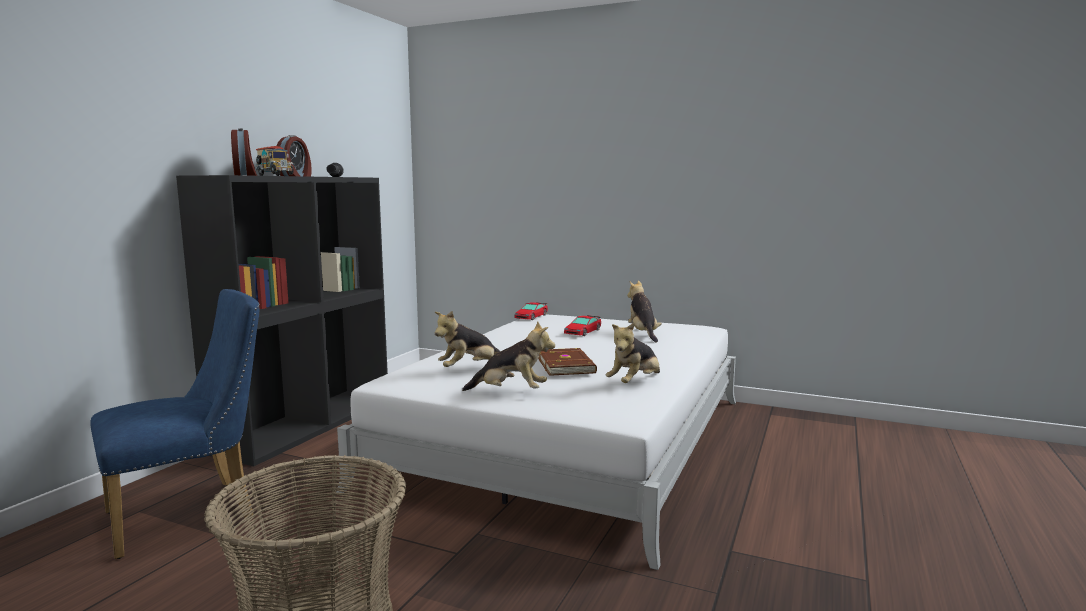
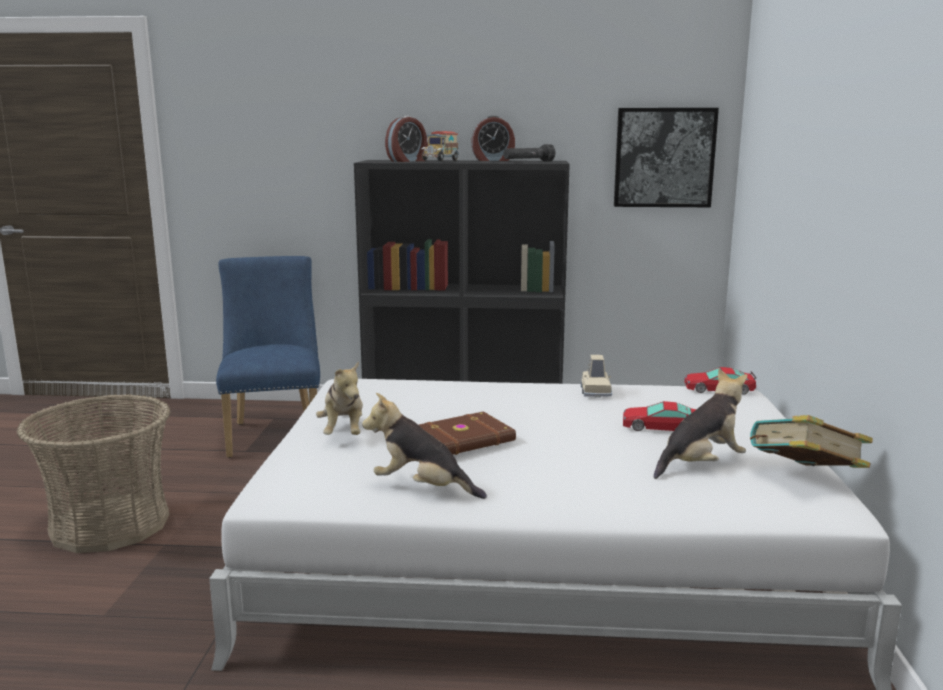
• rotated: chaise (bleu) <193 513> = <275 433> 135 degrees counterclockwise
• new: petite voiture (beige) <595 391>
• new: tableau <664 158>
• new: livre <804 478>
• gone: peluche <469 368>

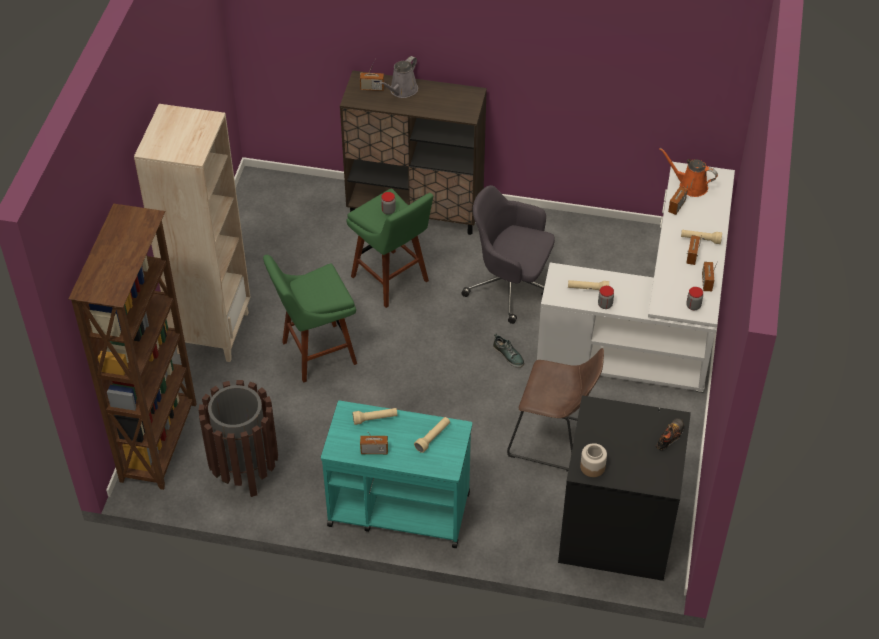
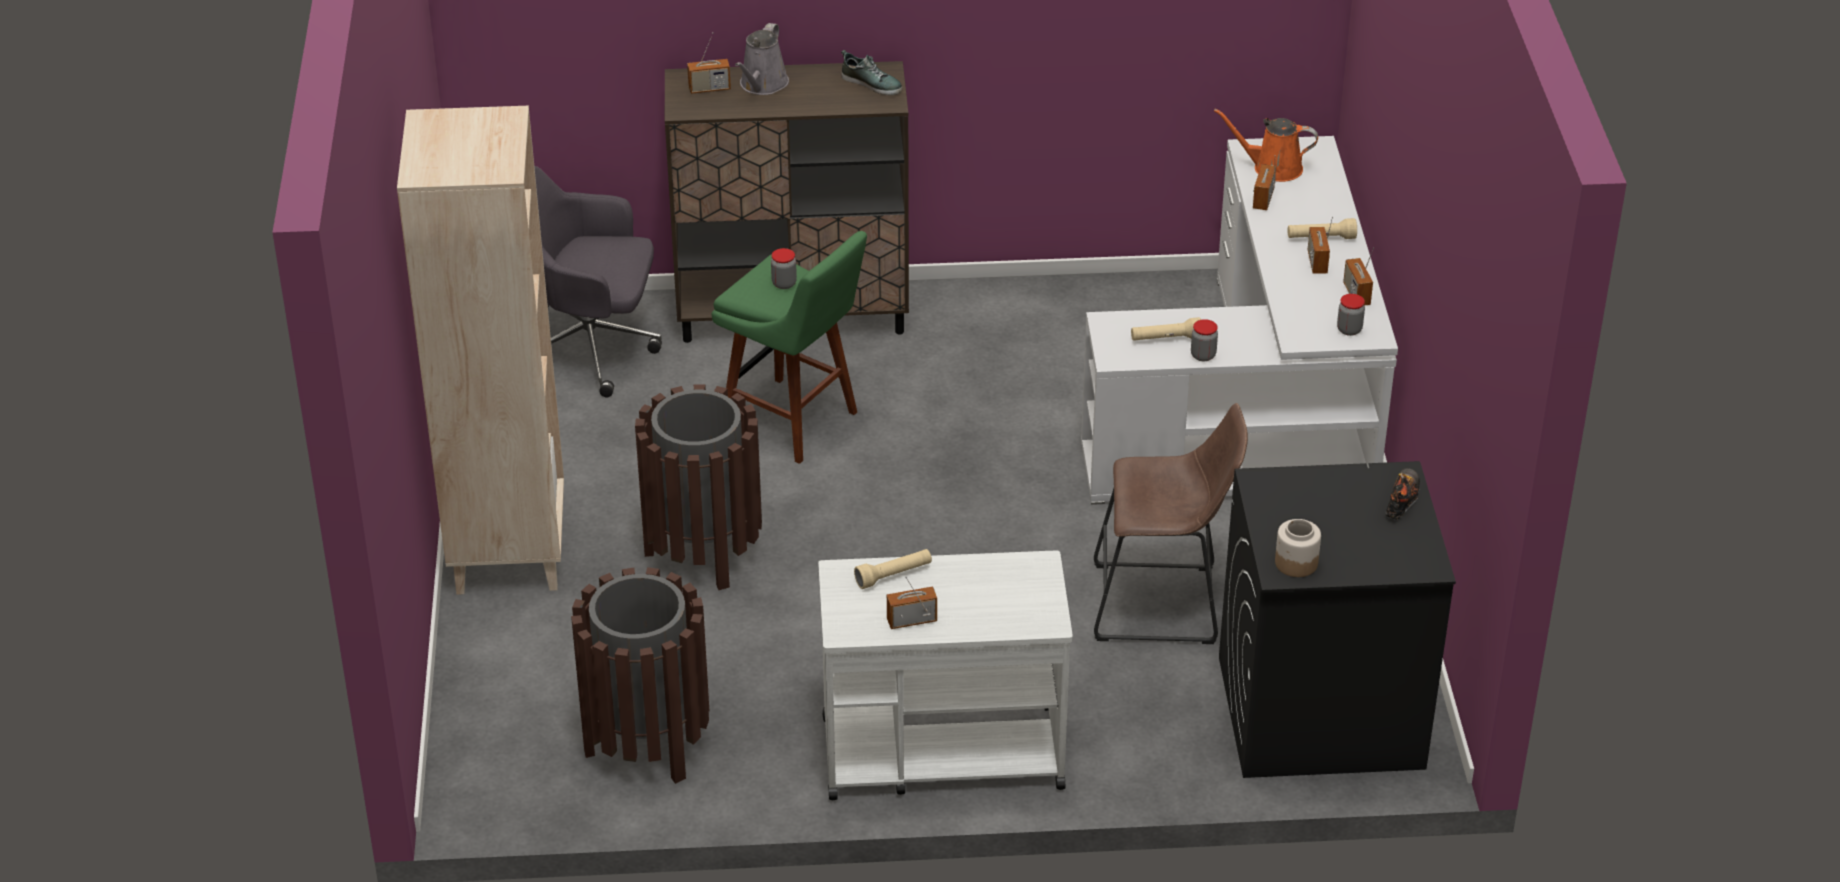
• shifted: chaise de bureau (gris) <510 287> to <592 347>
• swapped: tabouret (vert) <315 354> to poubelle (marron) <703 552>
• repainted: chariot (turquoise) <398 508> to chariot (blanc) <940 752>
• shifted: chaussure <508 355> to <872 83>
• gone: bibliothèque (marron) <160 441>
• gone: lampe de poche (beige) <433 437>

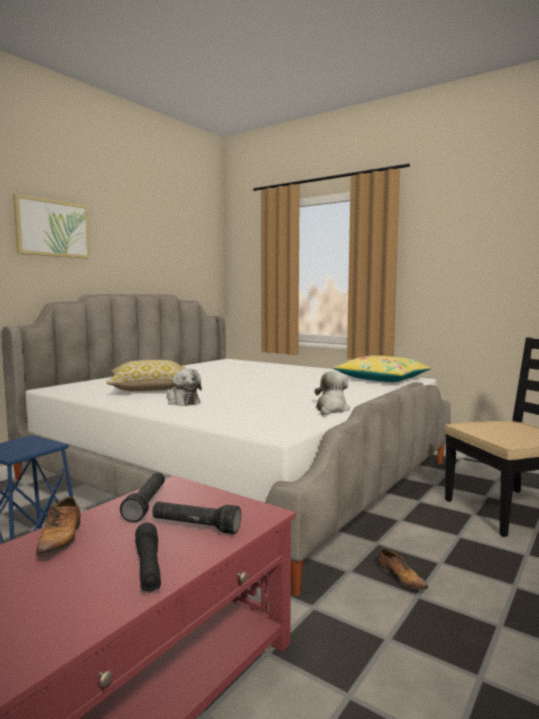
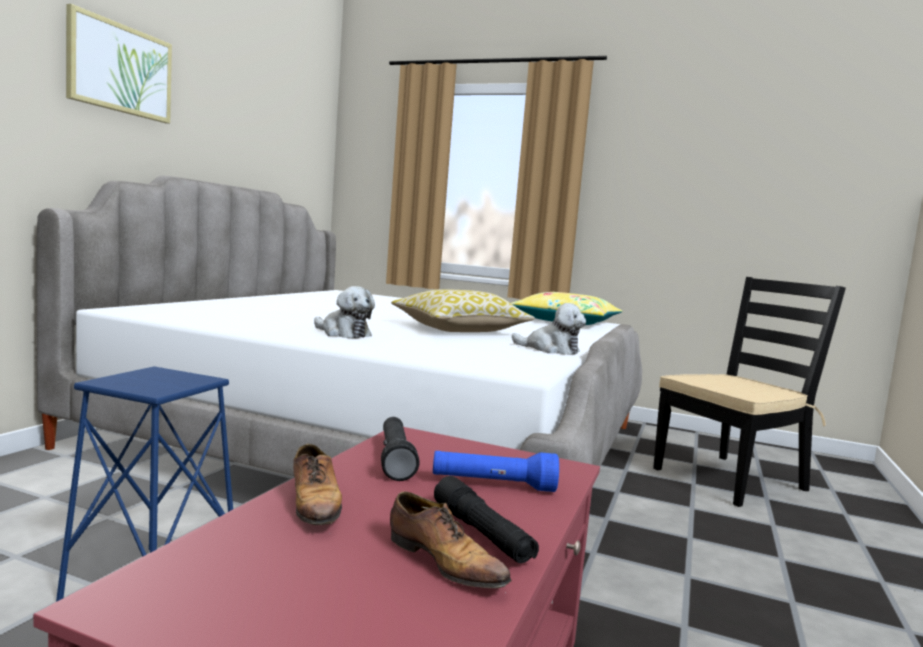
• shifted: chaussure <401 578> to <444 562>
• shifted: coussin <150 389> to <459 330>
• repainted: lampe de poche (noir) <195 527> to lampe de poche (bleu) <493 485>
• rotated: peluche <331 409> = <551 350> 105 degrees clockwise

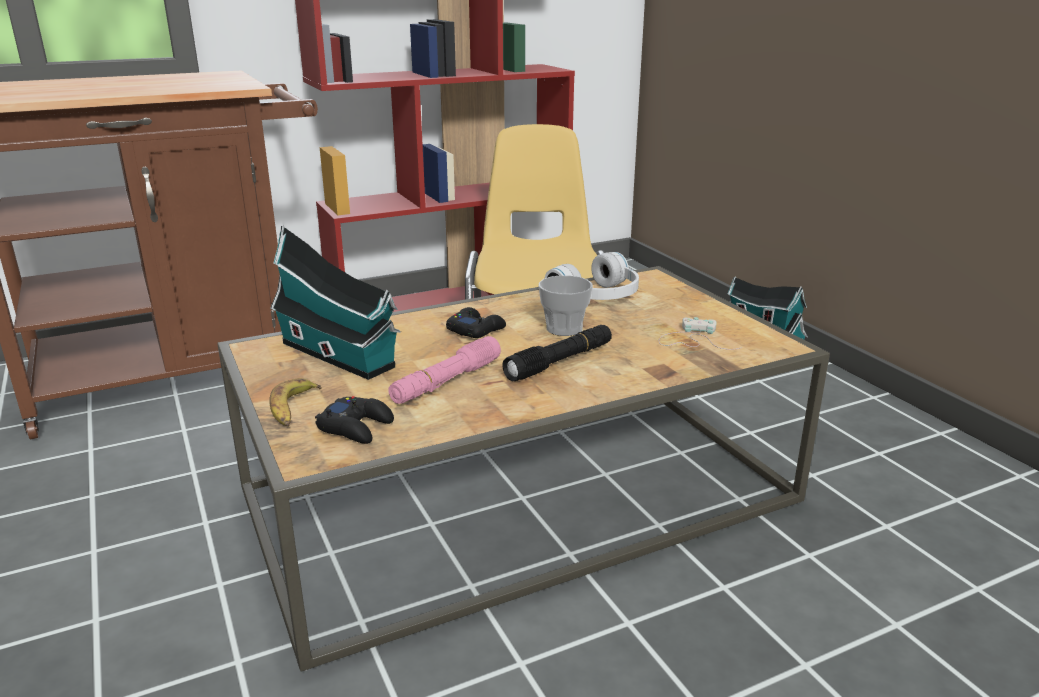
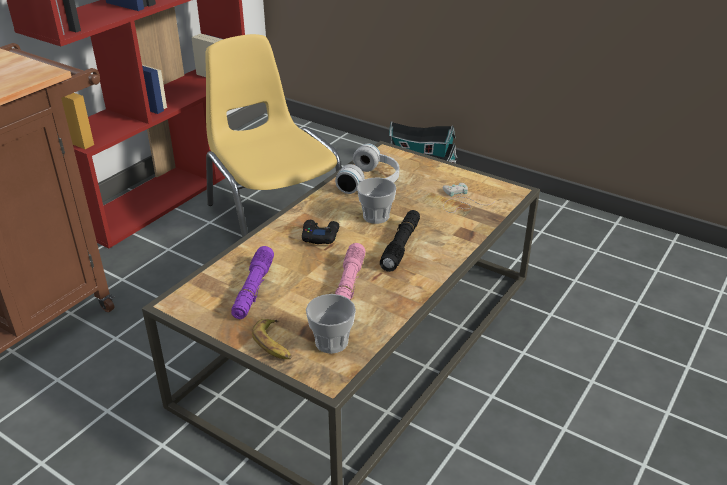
• swapped: maison miniature <341 356> to lampe de poche (violet) <253 289>
• swapped: manette (noir) <356 427> to tasse <331 342>

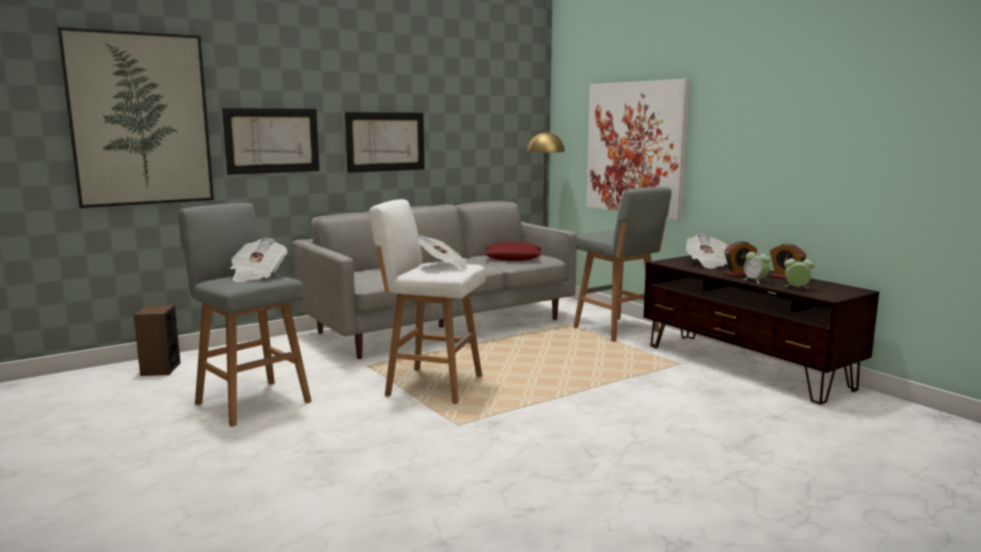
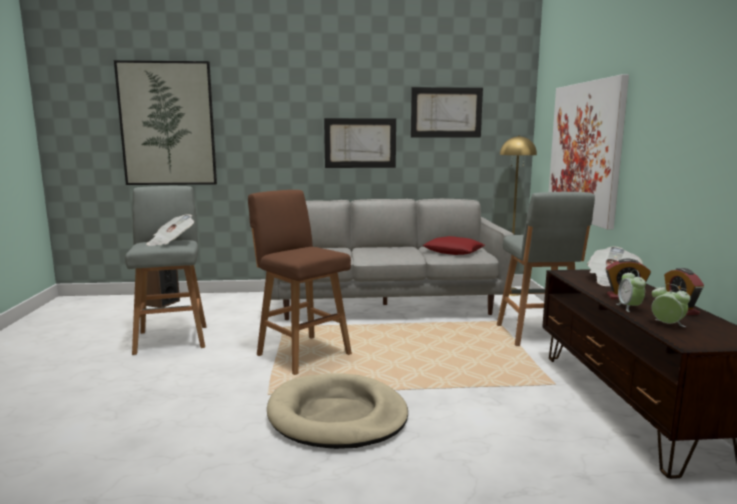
• repainted: tabouret (blanc) <431 385> to tabouret (marron) <302 353>
• new: panier pour chien (beige) <337 416>
• shifted: tableau <272 140> to <446 112>
• gone: journal <443 266>

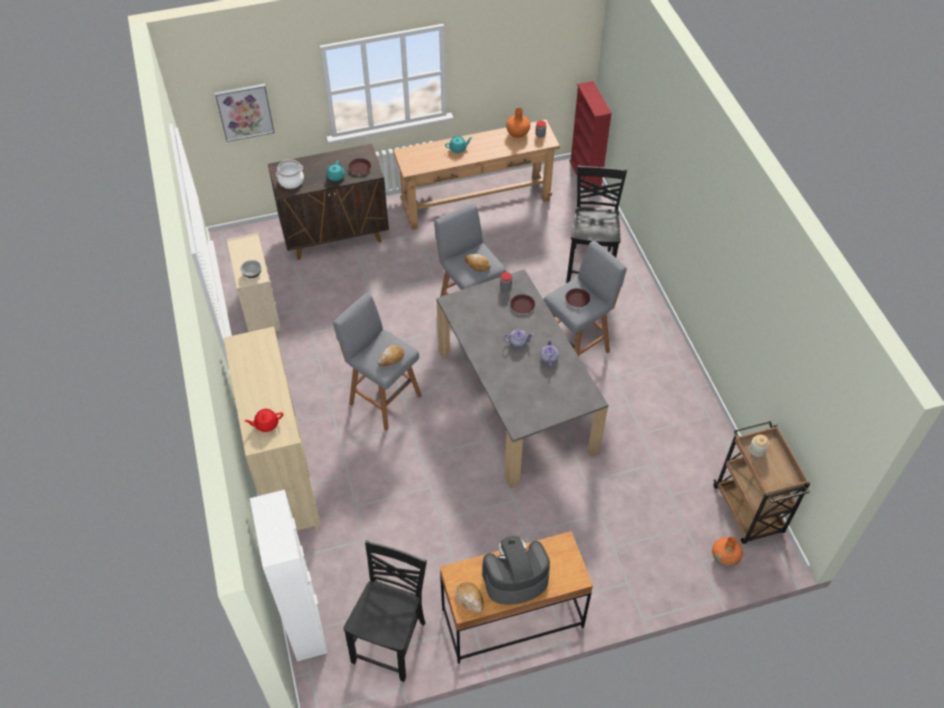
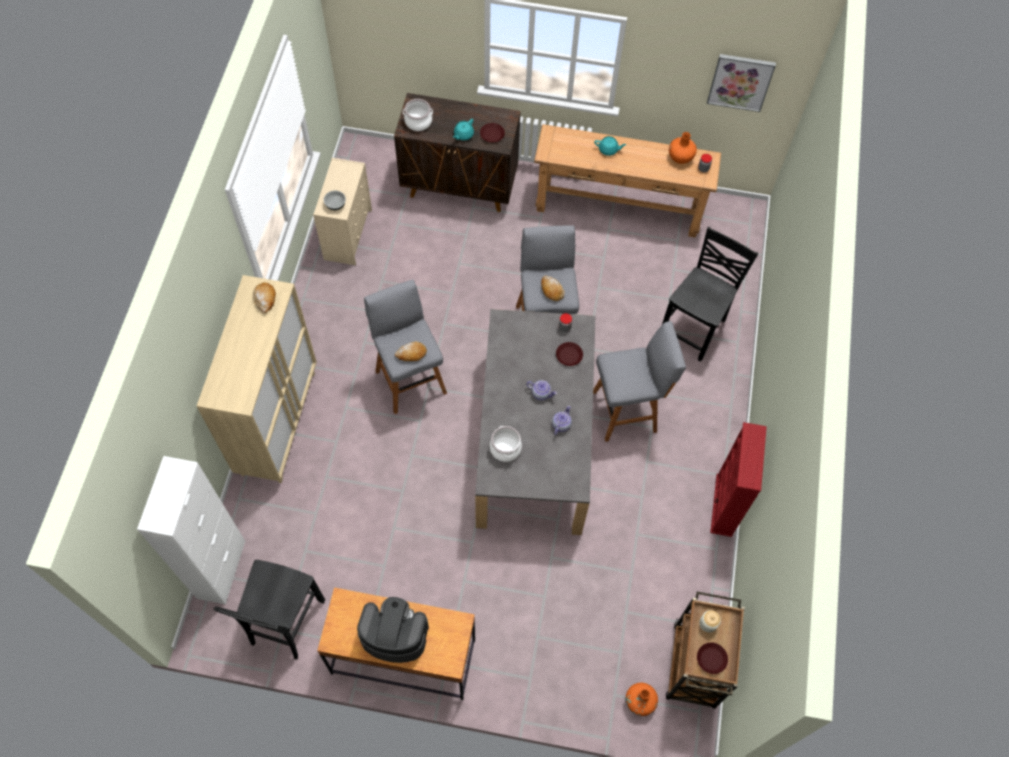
• rotated: chaise (noir) <391 642> = <285 623> 150 degrees clockwise
• shifted: pain <470 599> to <265 299>
• new: marmite <505 448>
• shifted: assiette (marron) <577 299> to <711 659>
• shifted: tableau <245 111> to <740 82>
• shifted: bibliothèque (rouge) <585 175> to <724 505>
• gone: théière (rouge) <266 424>

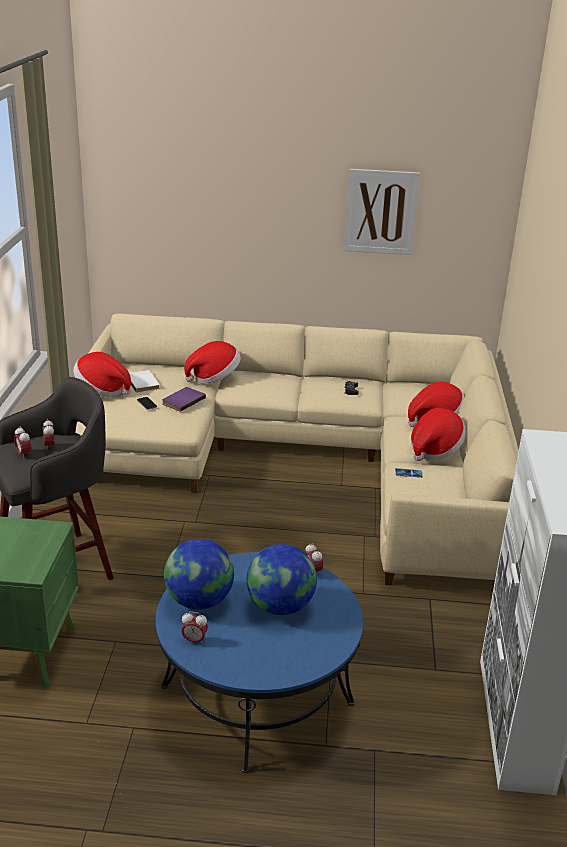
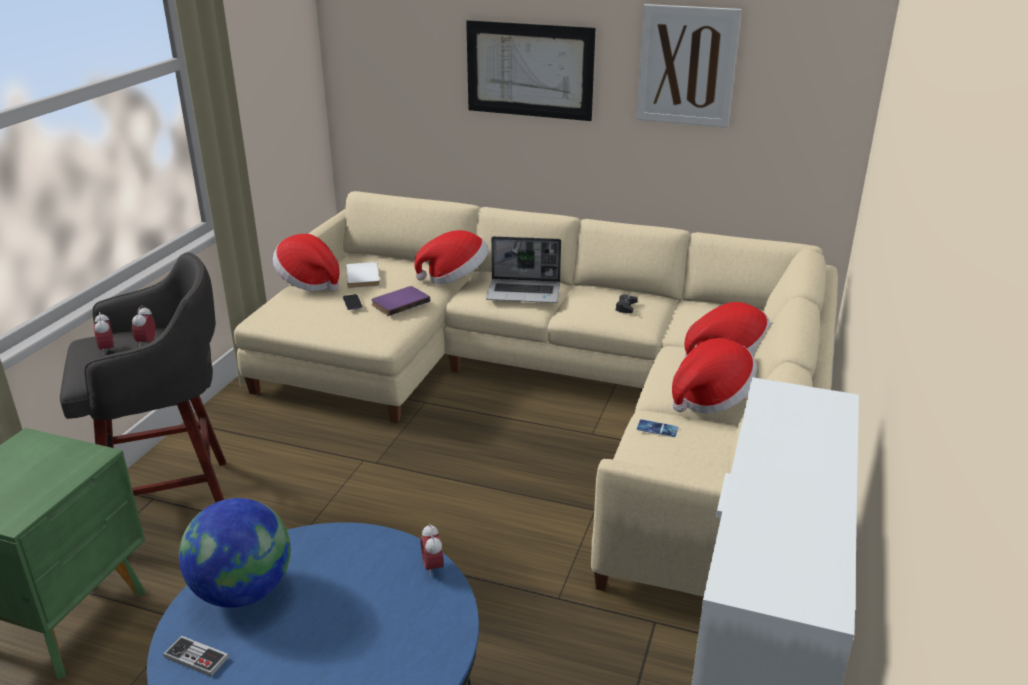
• swapped: réveil <194 640> to manette <196 657>
• new: tableau <529 70>
• new: ordinateur portable <524 292>
• gone: globe <280 606>

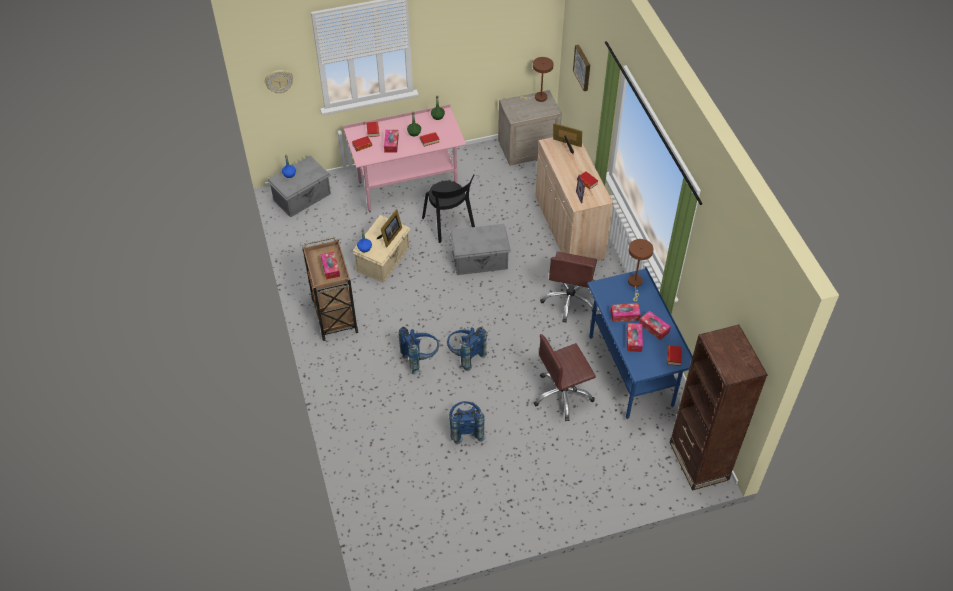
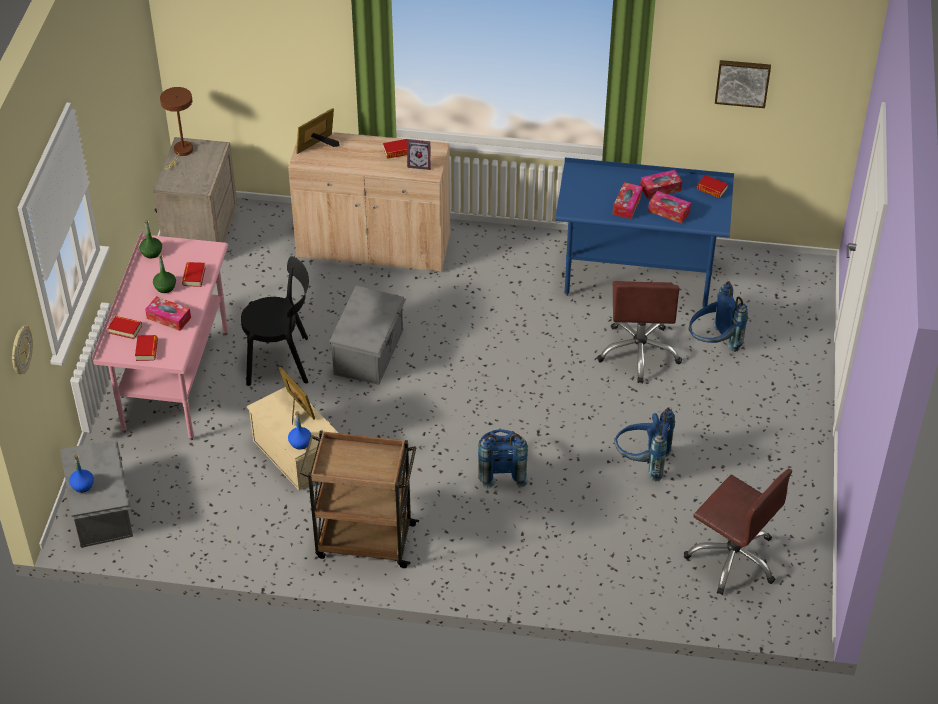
• shifted: chaise de bureau (marron) <570 300> to <733 558>
• shifted: sac à dos (bleu) <465 355> to <713 344>
• shifted: tableau <583 67> to <742 82>
• gone: boîte à mouchoirs <330 268>
• gone: lampe de table (marron) <635 284>
• gone: bibliothèque (marron) <698 461>

